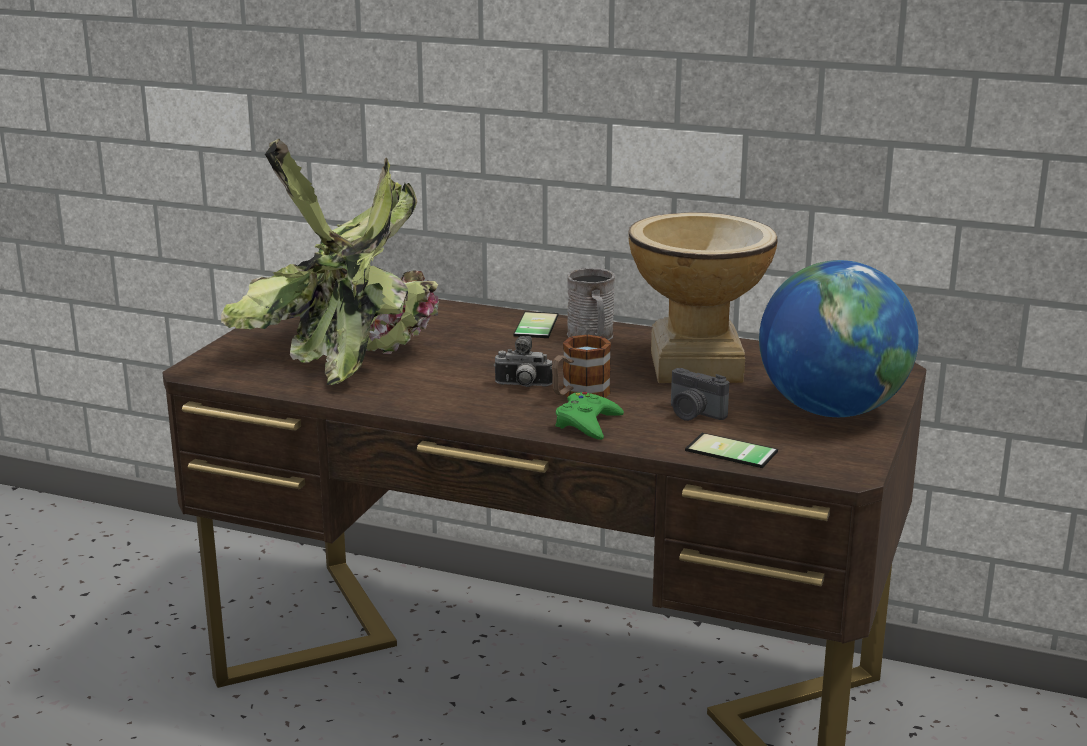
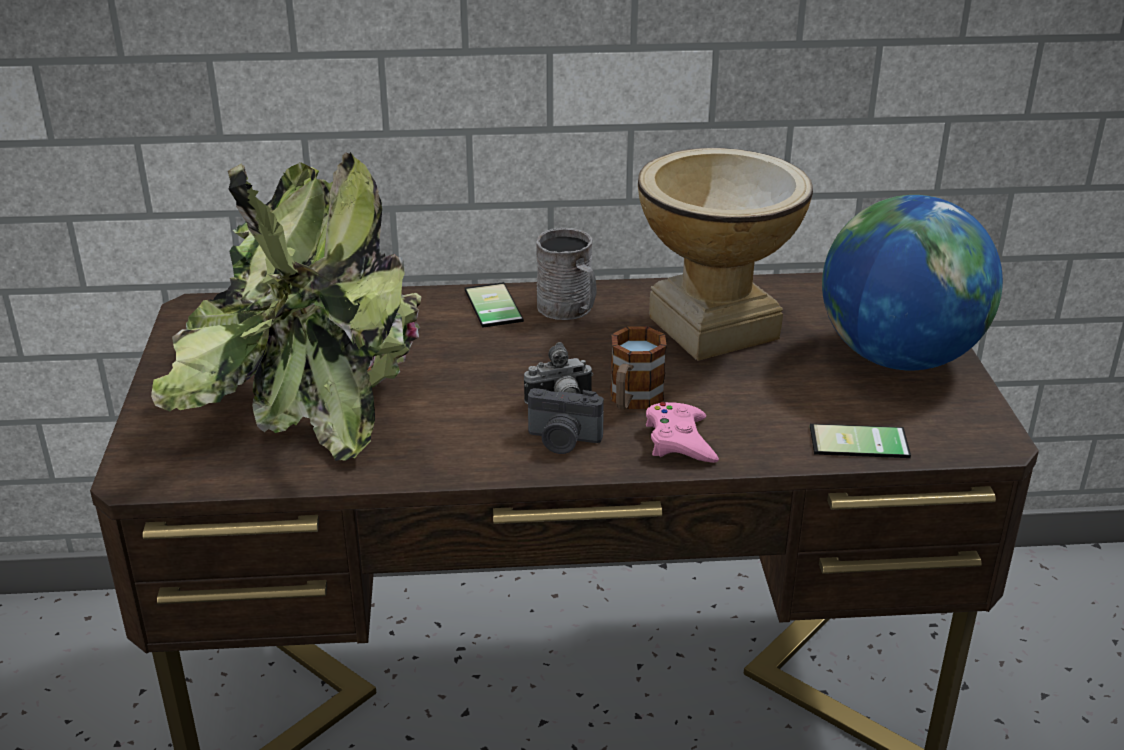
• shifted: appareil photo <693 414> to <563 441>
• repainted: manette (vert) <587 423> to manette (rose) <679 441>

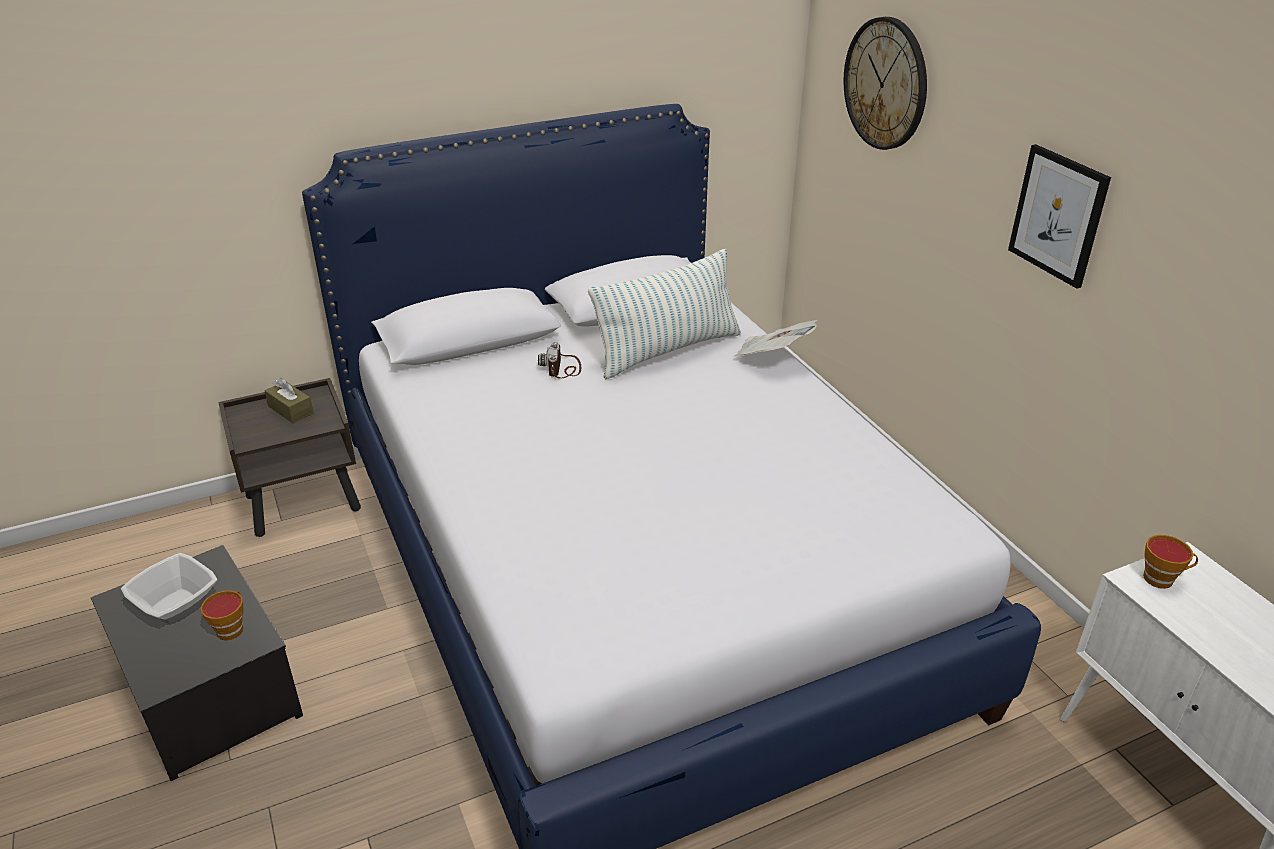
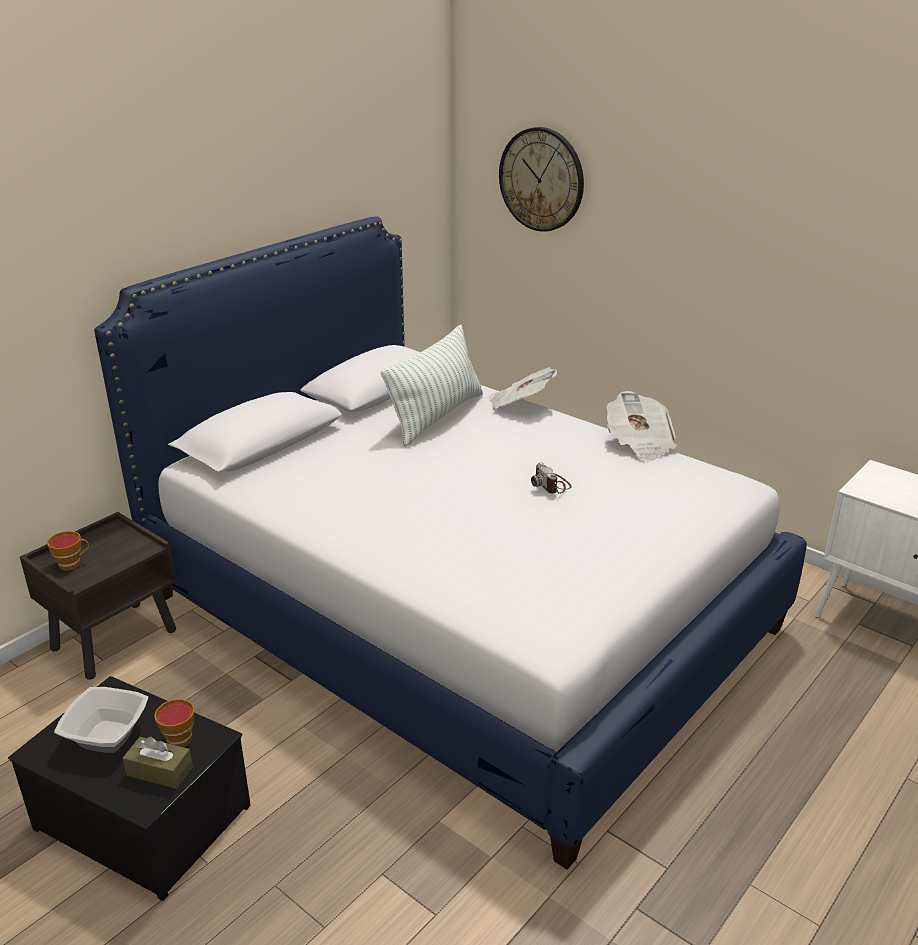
• shifted: tasse <1161 579> to <72 564>
• shifted: boîte à mouchoirs (marron) <290 410> to <160 771>
• shifted: appareil photo <562 368> to <551 485>
• new: journal <639 444>
• gone: tableau <1058 215>

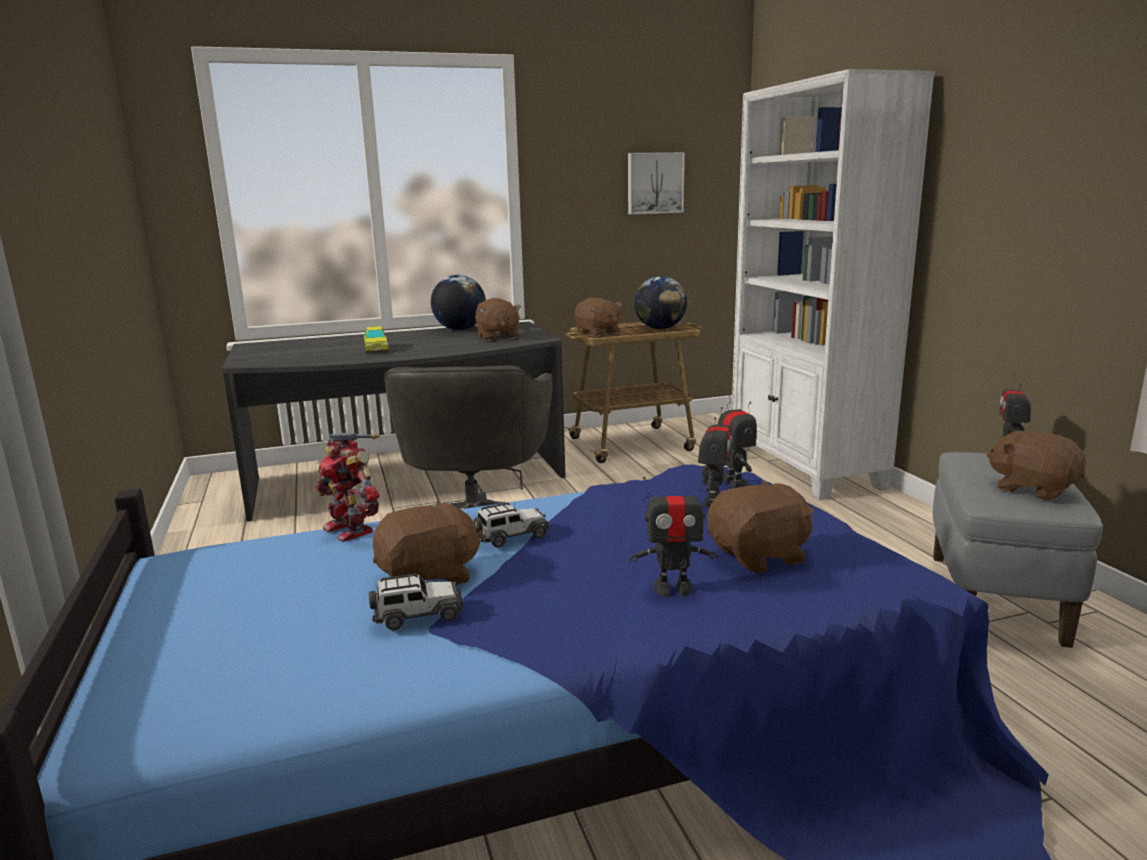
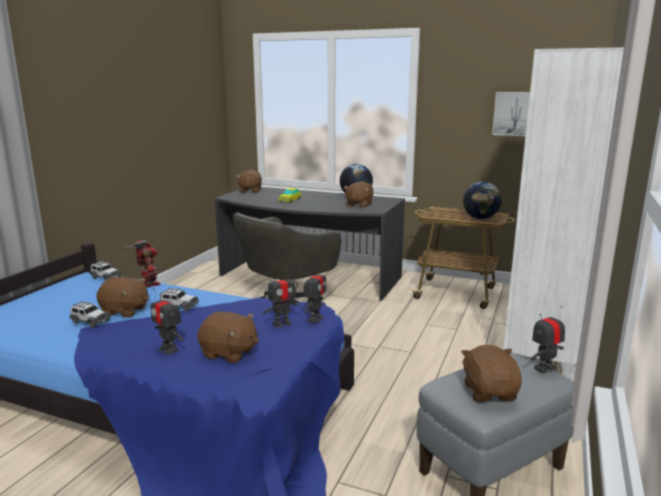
• new: petite voiture <105 278>
• rotated: robot jouet <351 529> = <147 283> 150 degrees clockwise
• shifted: peluche (marron) <598 333> to <250 191>

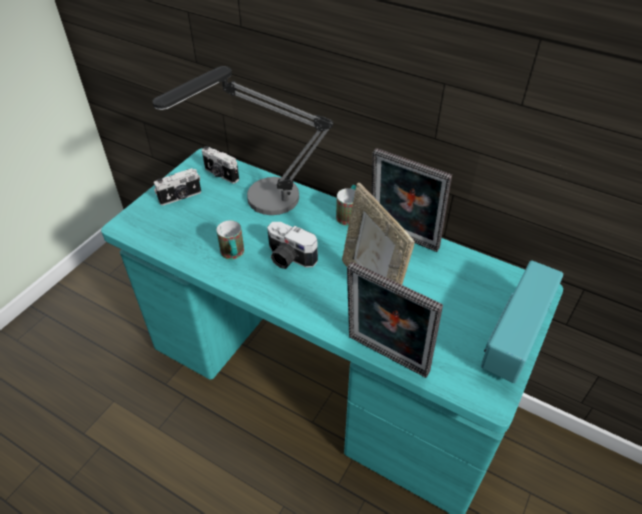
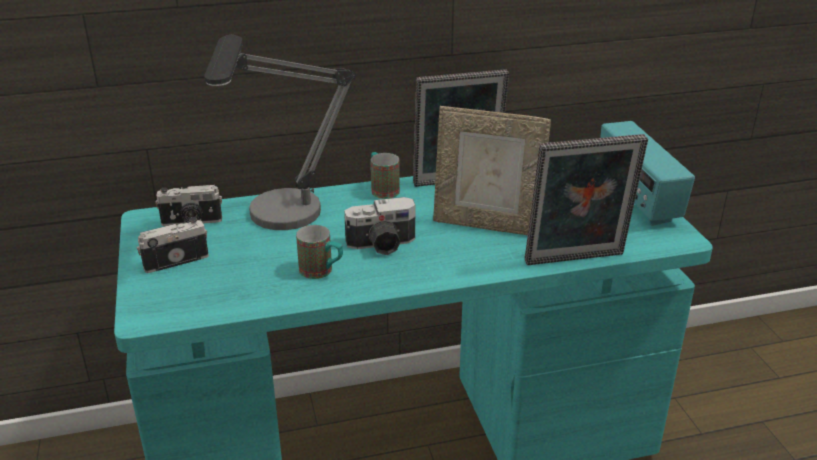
• rotated: appareil photo <180 197> = <175 260> 135 degrees counterclockwise

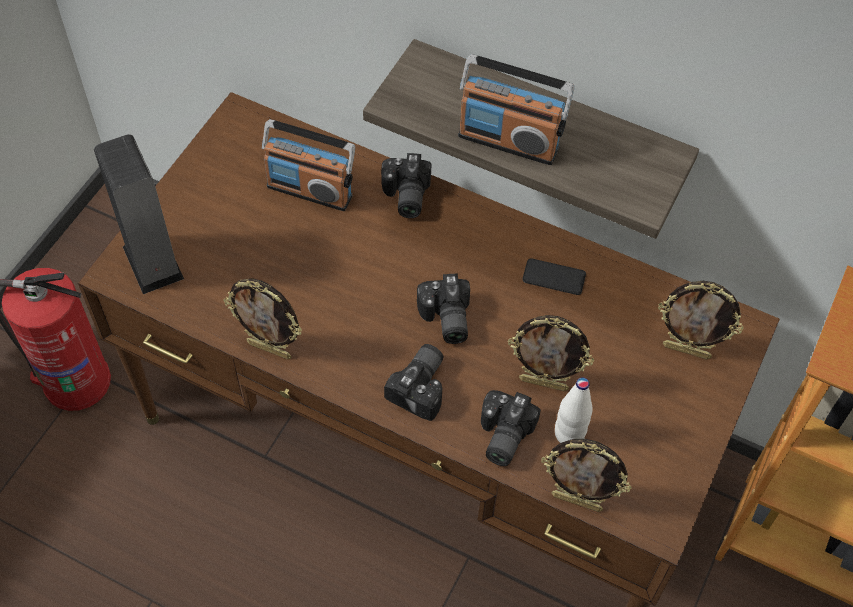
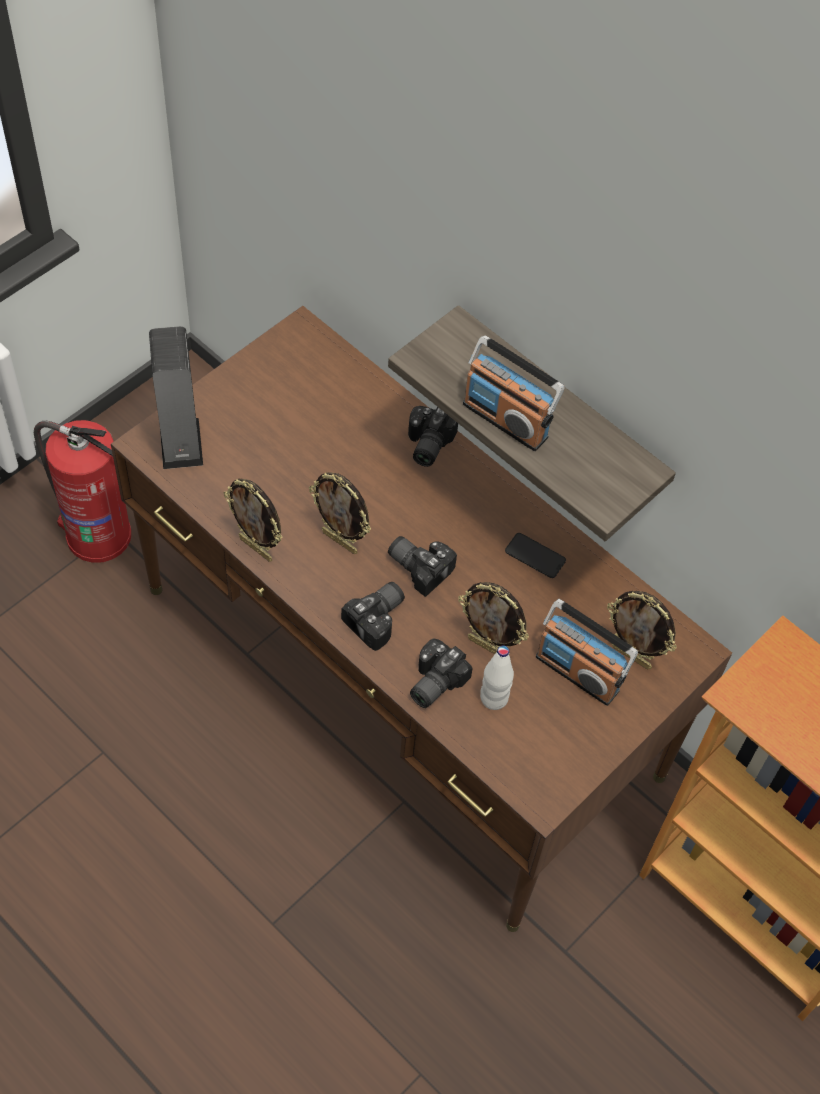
• shifted: cadre photo <577 501> to <340 541>
• rotated: appareil photo <444 319> = <420 566> 120 degrees clockwise
• shifted: radio <310 190> to <578 672>

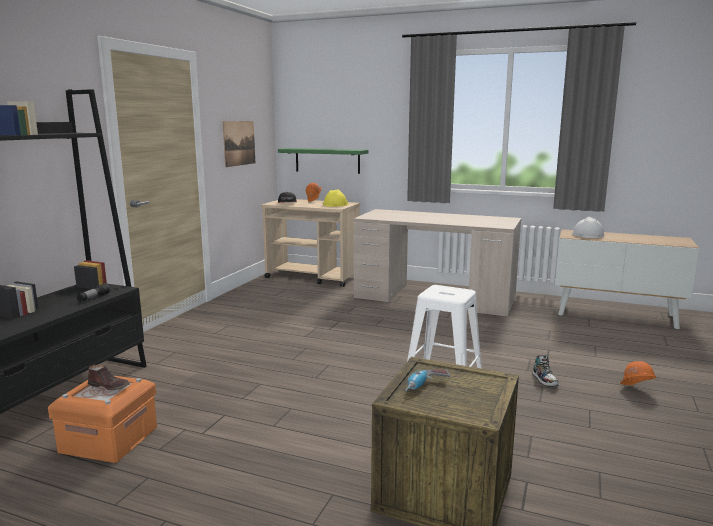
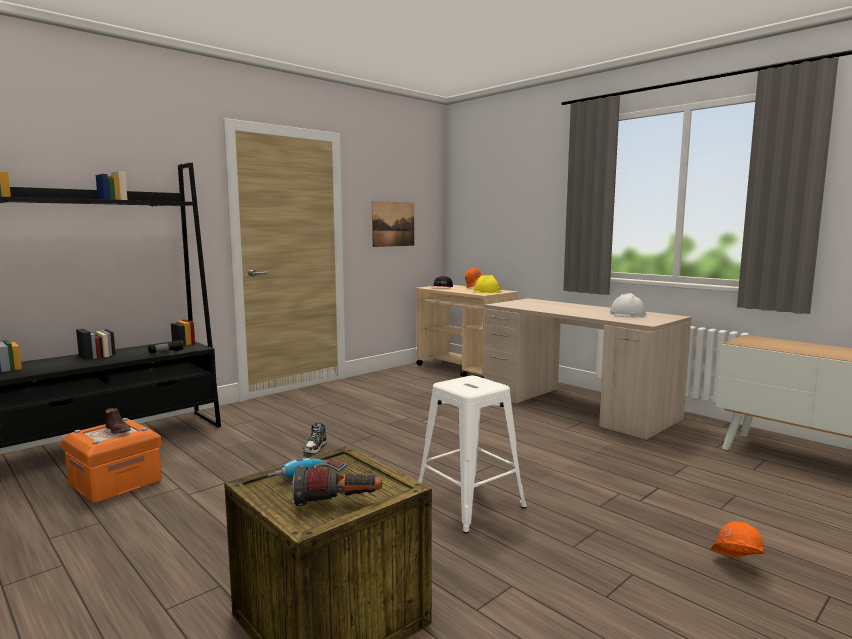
• new: lampe de poche <338 503>
• shifted: chaussure <544 380> to <315 448>
• shifted: casque de chantier (blanc) <587 235> to <627 314>
• gone: étagère (vert) <327 160>

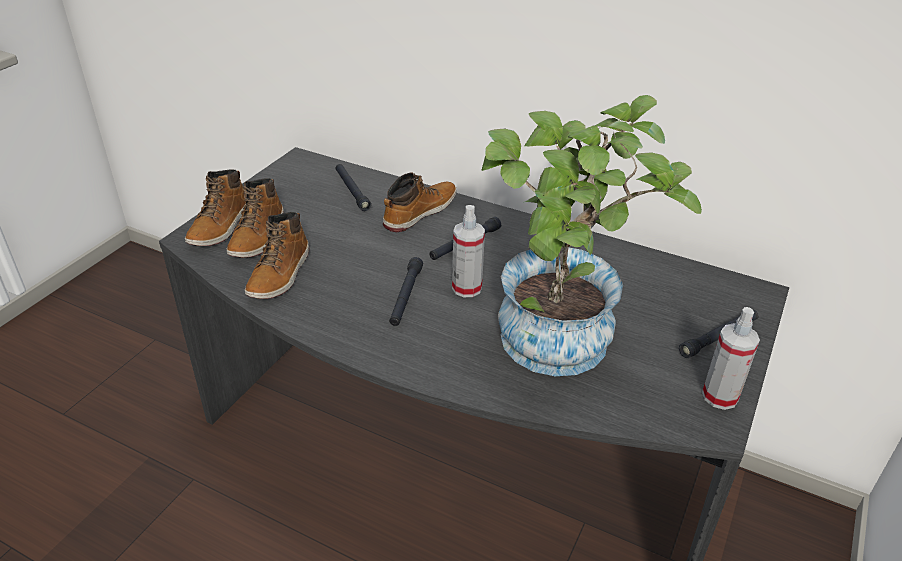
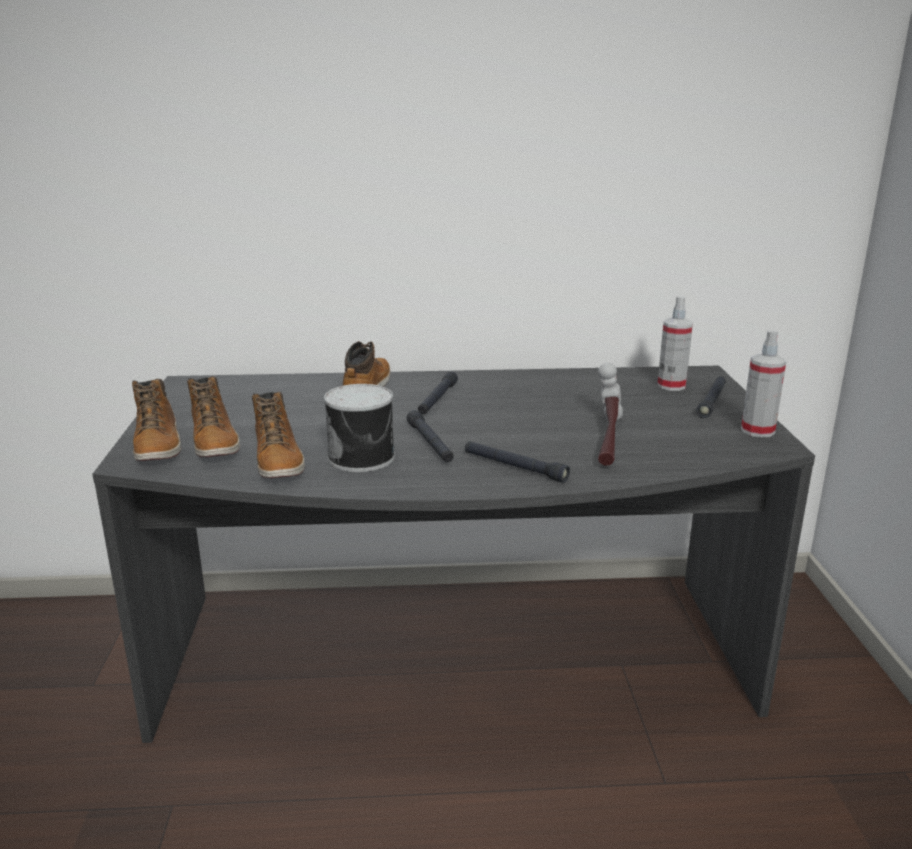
• new: boîte métallique <363 457>
• shifted: lampe de poche (noir) <352 191> to <514 467>
• swapped: plante en pot <557 351> to marteau <607 440>
• shifted: vaporisateur <467 288> to <671 385>

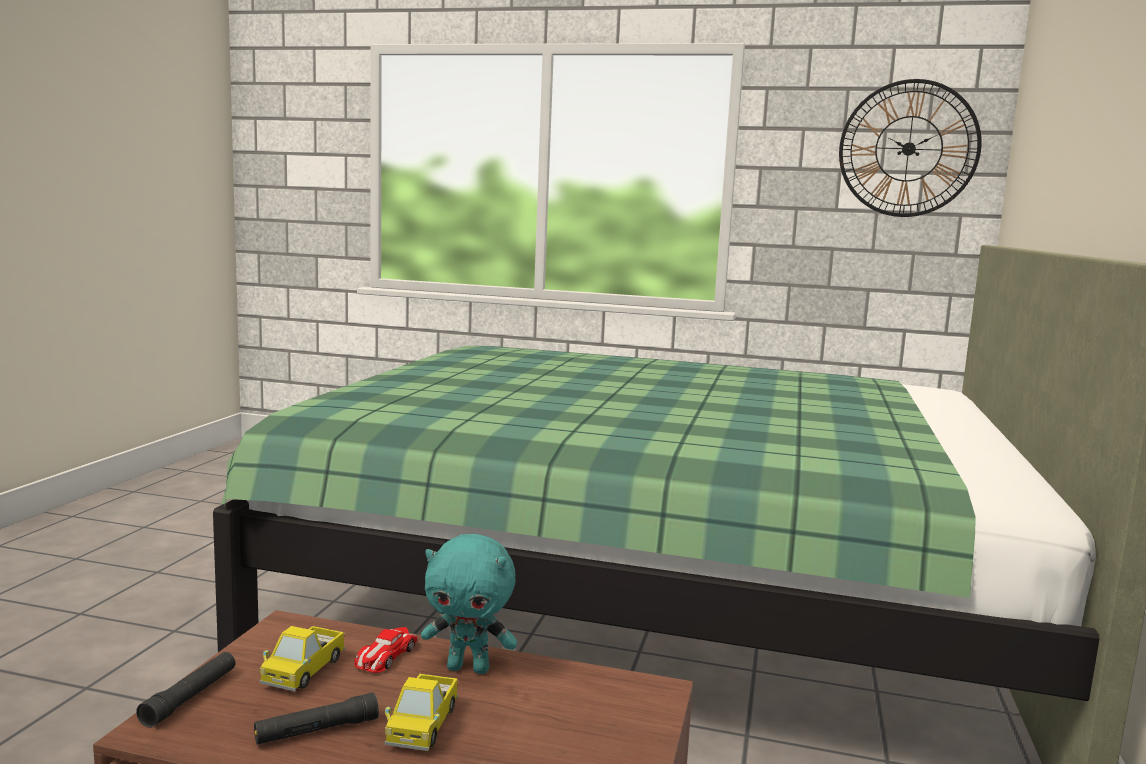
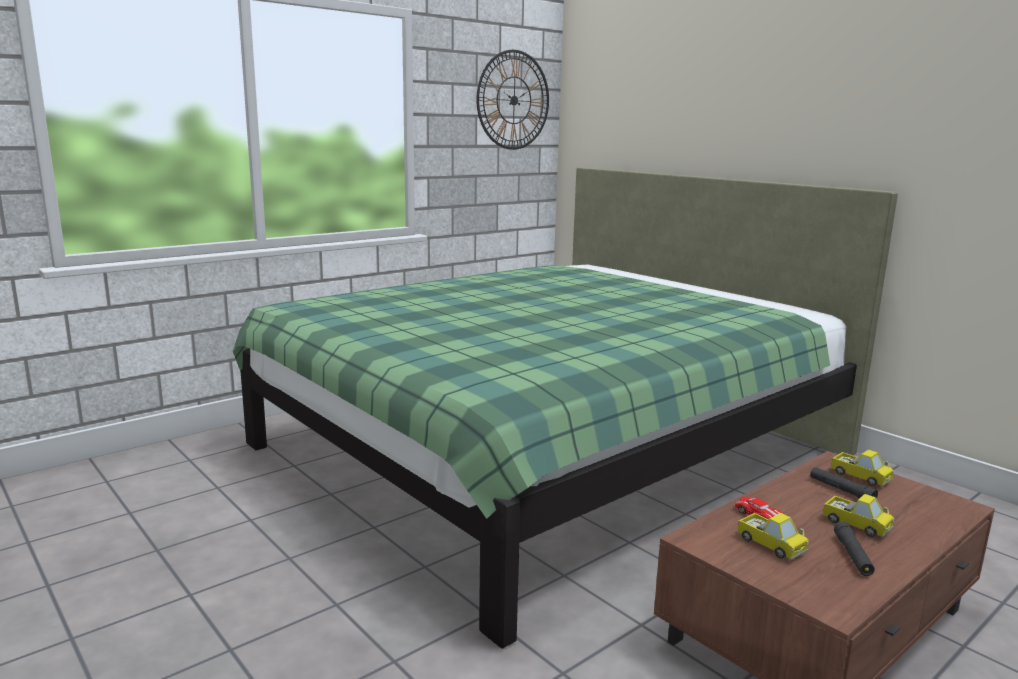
• shifted: lampe de poche (noir) <190 697> to <841 490>
• new: camion jouet <860 477>
• gone: peluche (turquoise) <469 668>

